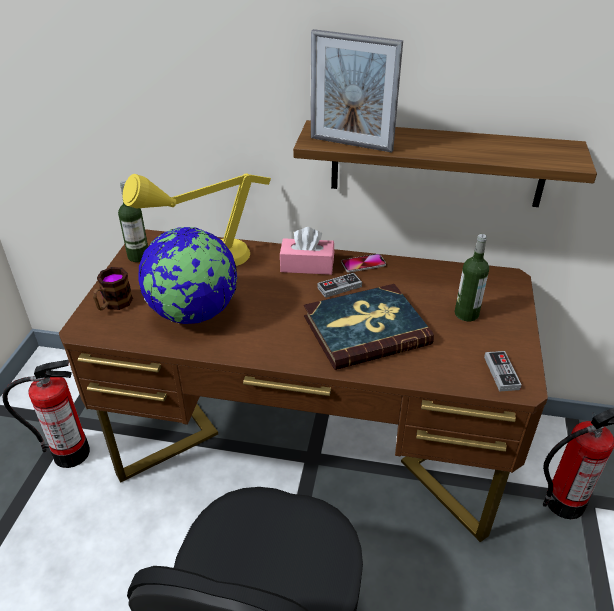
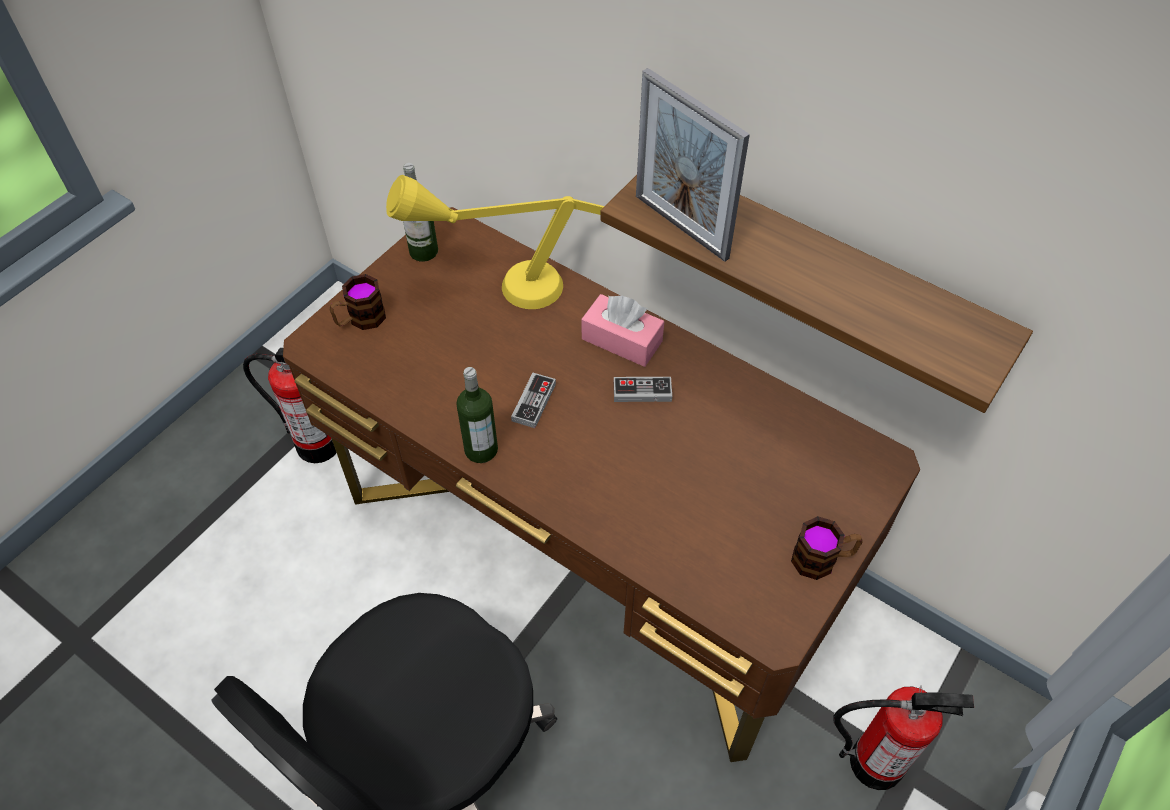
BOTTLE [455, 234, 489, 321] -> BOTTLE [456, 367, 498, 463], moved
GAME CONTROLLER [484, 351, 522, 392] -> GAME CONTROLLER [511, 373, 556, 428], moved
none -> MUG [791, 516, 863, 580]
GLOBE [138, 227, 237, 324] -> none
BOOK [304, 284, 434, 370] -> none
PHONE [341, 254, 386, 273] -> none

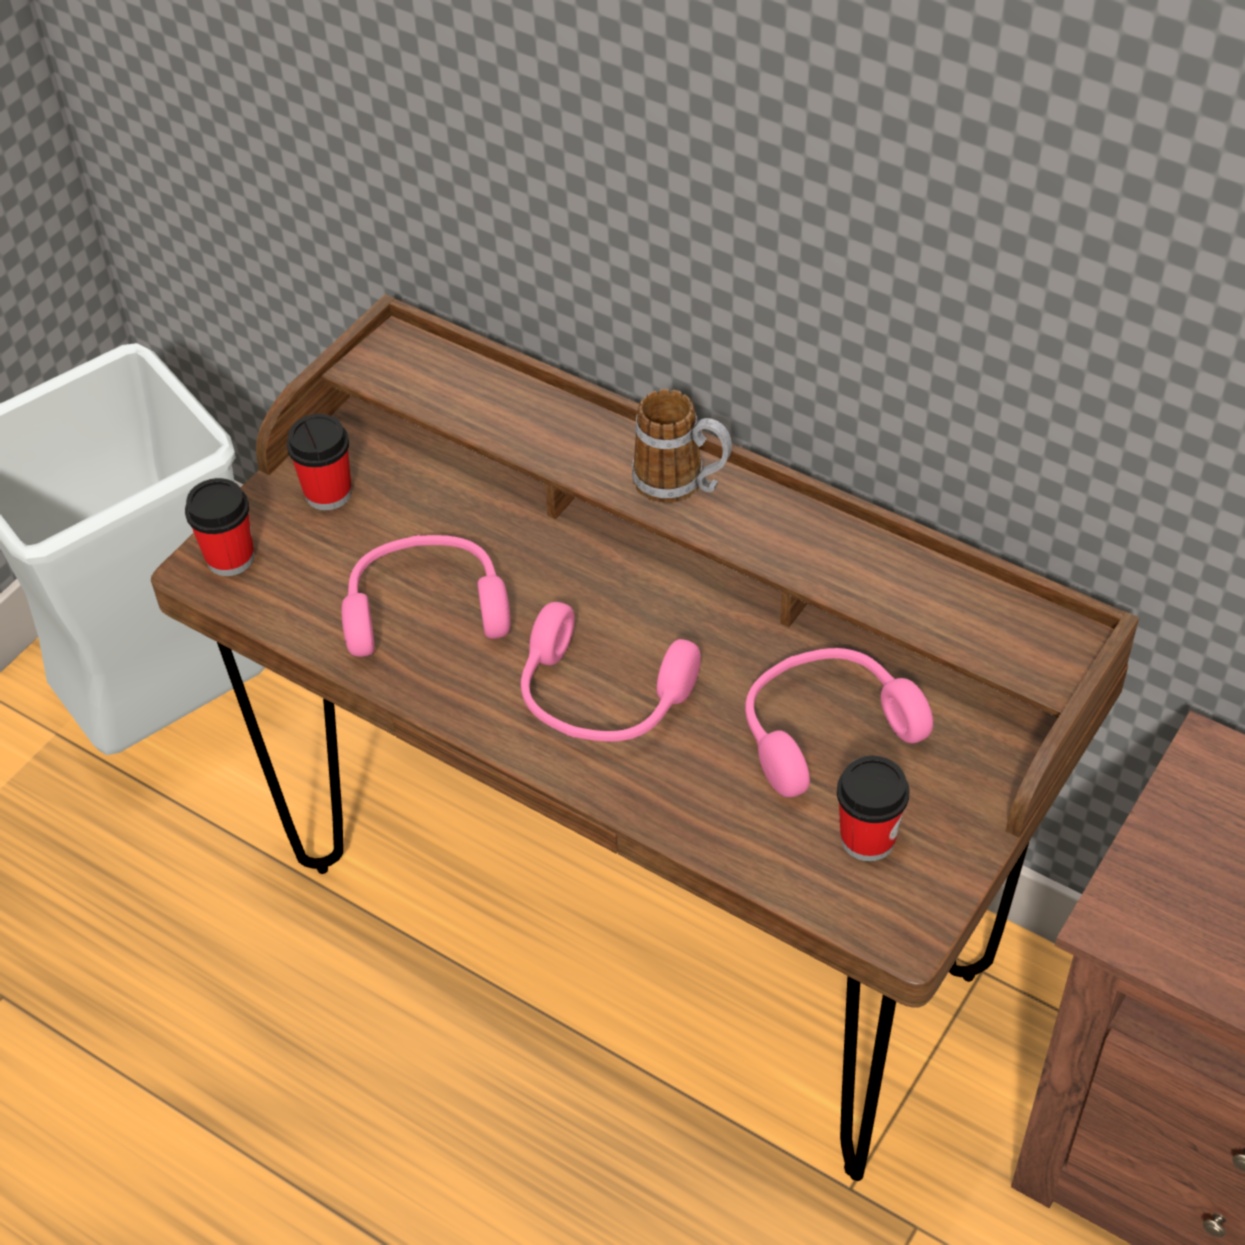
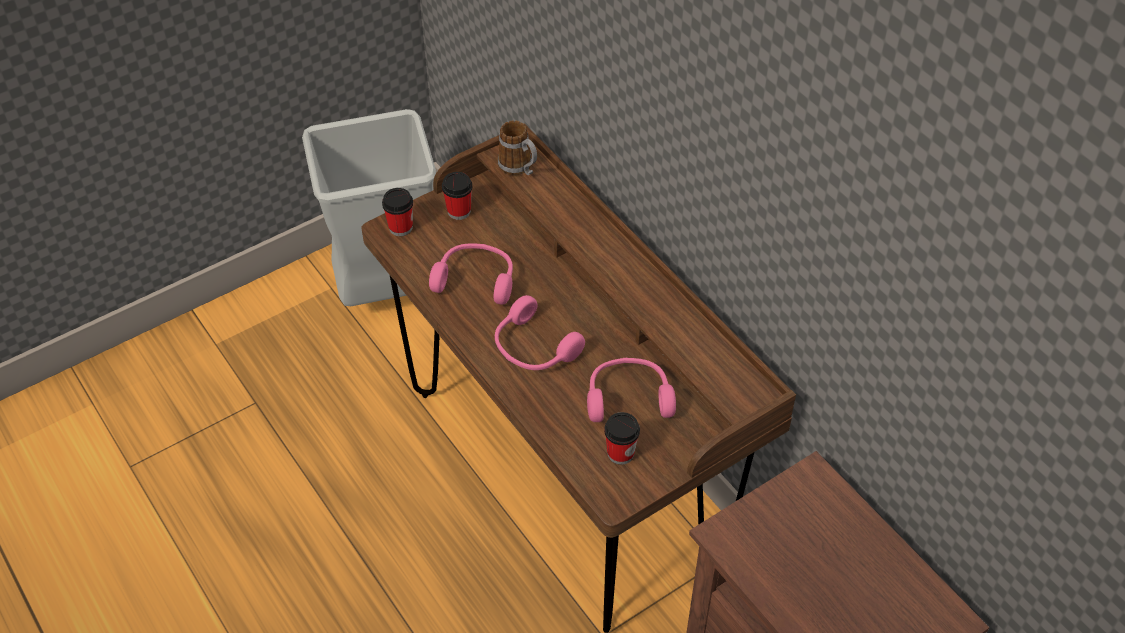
MUG [632, 389, 732, 503] -> MUG [498, 120, 537, 175], moved

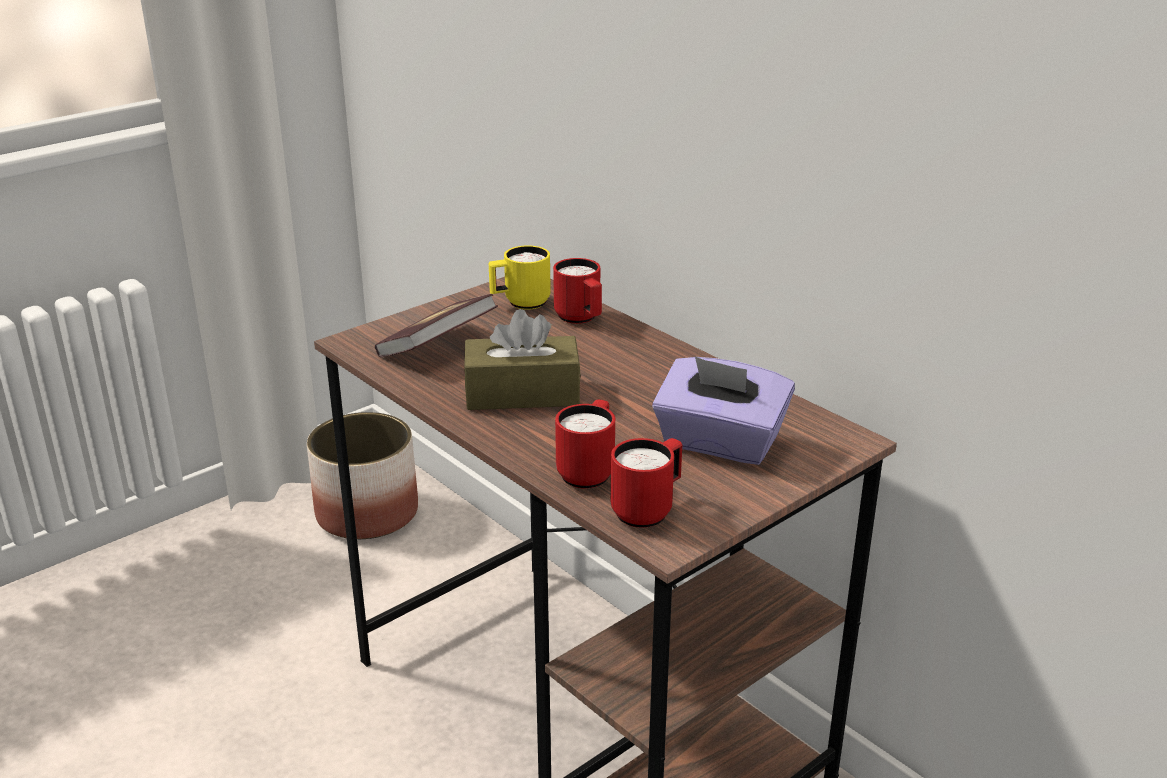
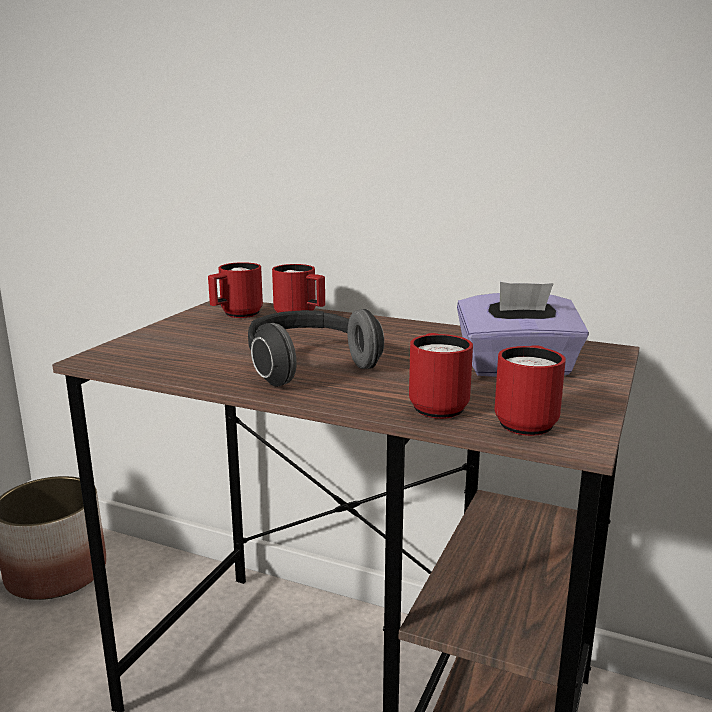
YELLOW MUG [489, 245, 551, 310] -> RED MUG [208, 262, 263, 318]
BROWN TISSUE BOX [464, 309, 581, 410] -> HEADPHONES [248, 309, 384, 387]
BOOK [375, 294, 498, 357] -> none

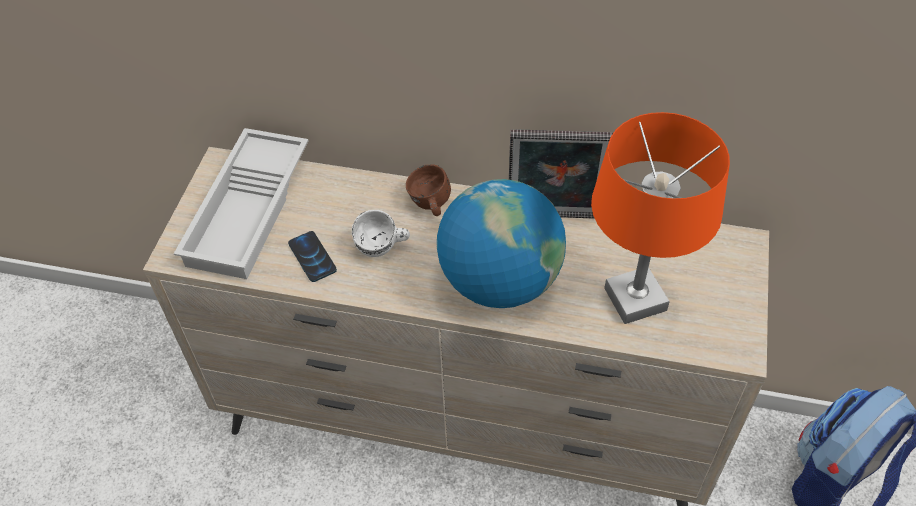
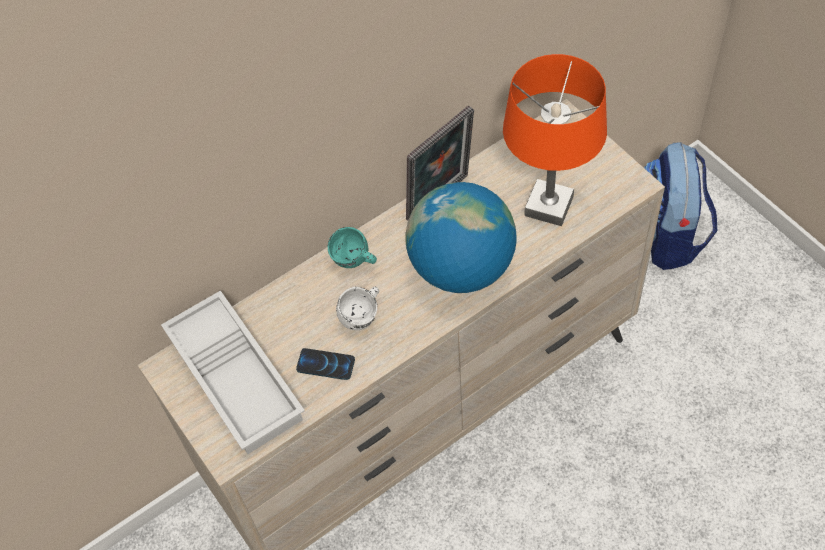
BROWN MUG [406, 165, 451, 216] -> TURQUOISE MUG [328, 227, 377, 268]

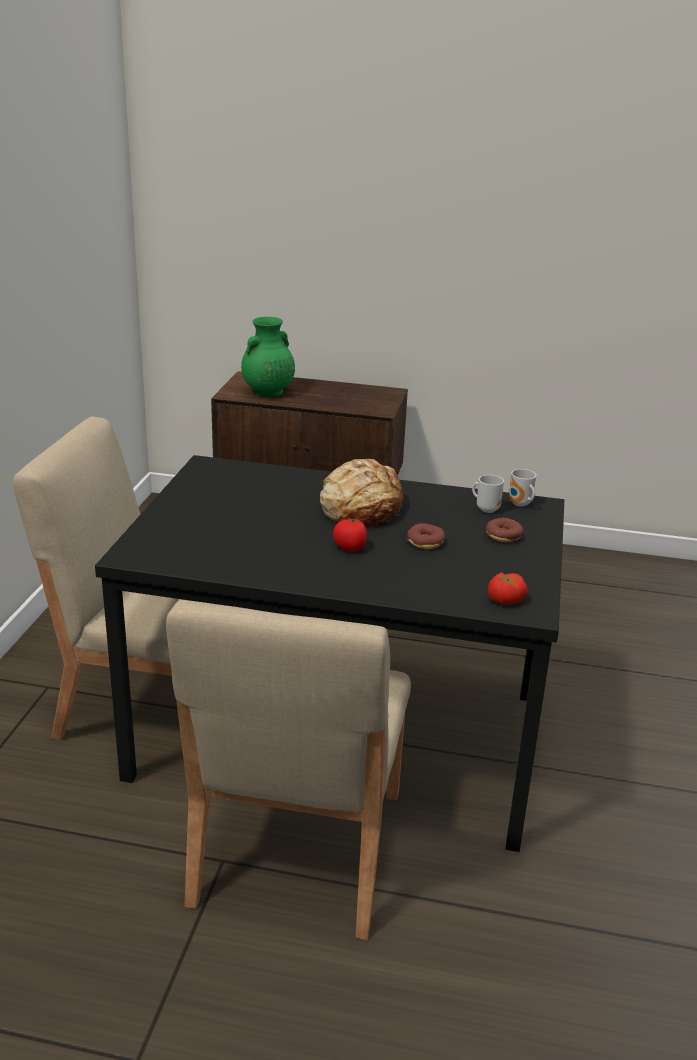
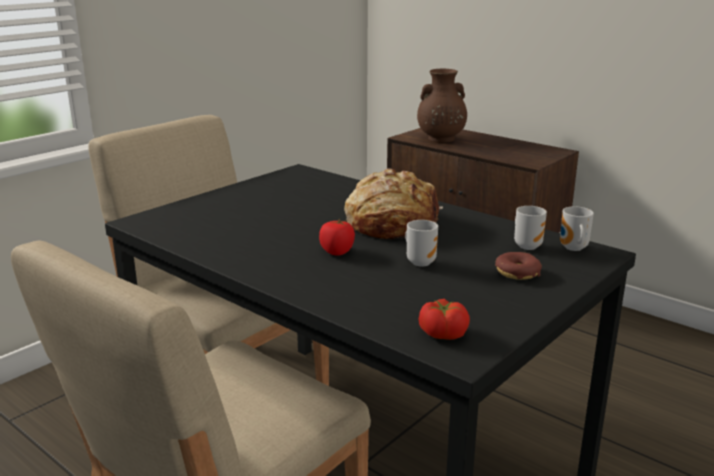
DONUT [406, 523, 445, 549] -> MUG [405, 220, 438, 267]
GREEN VASE [241, 317, 295, 397] -> BROWN VASE [417, 69, 467, 143]

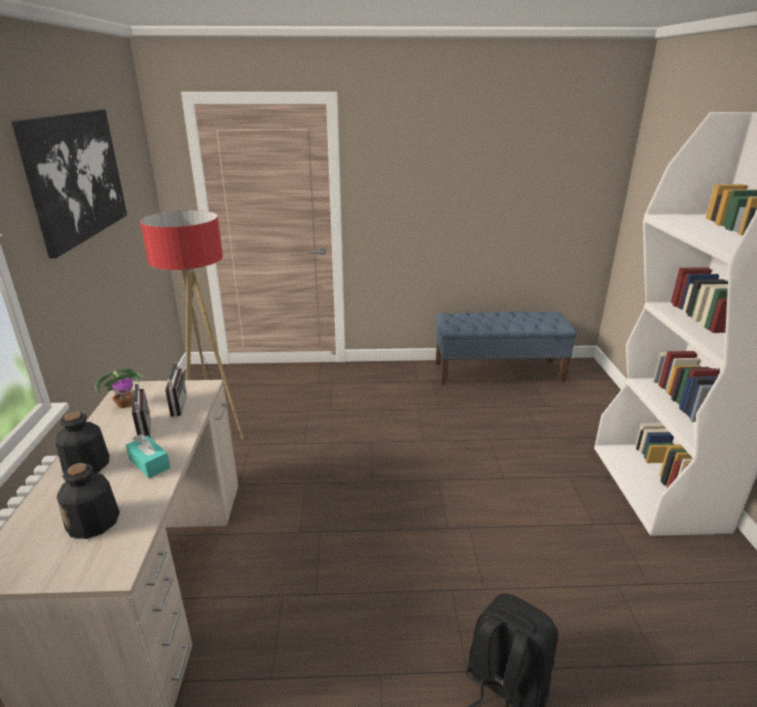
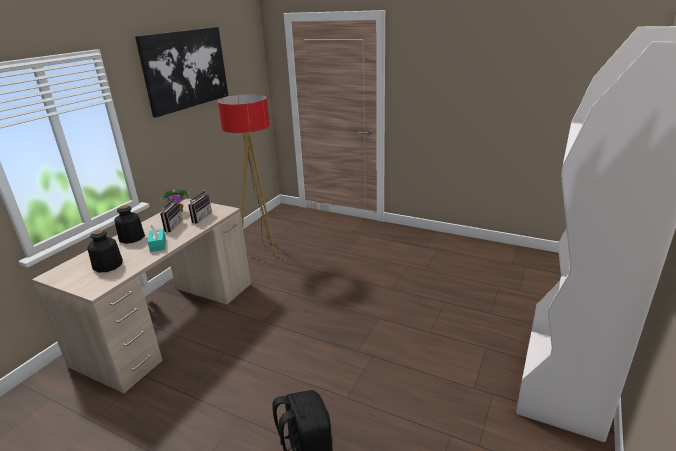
BLUE BENCH [436, 311, 577, 385] -> none

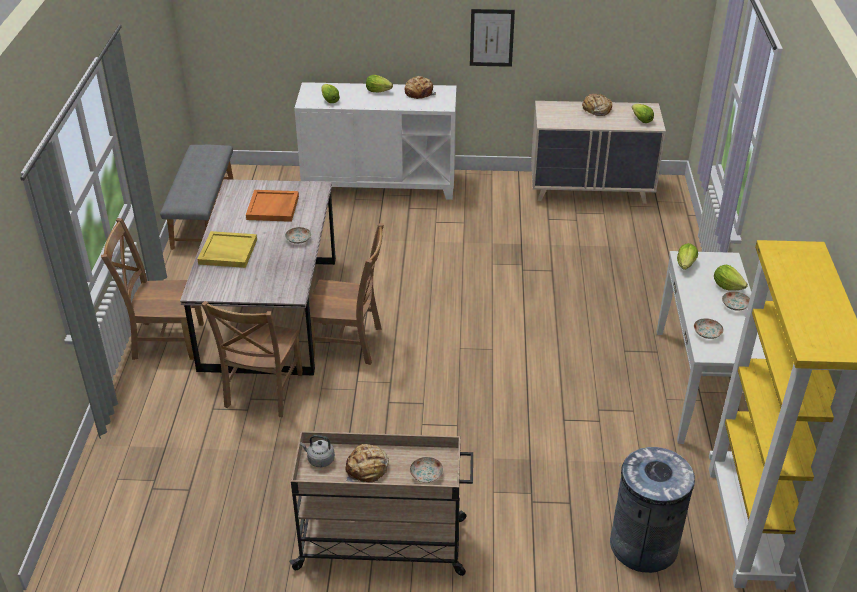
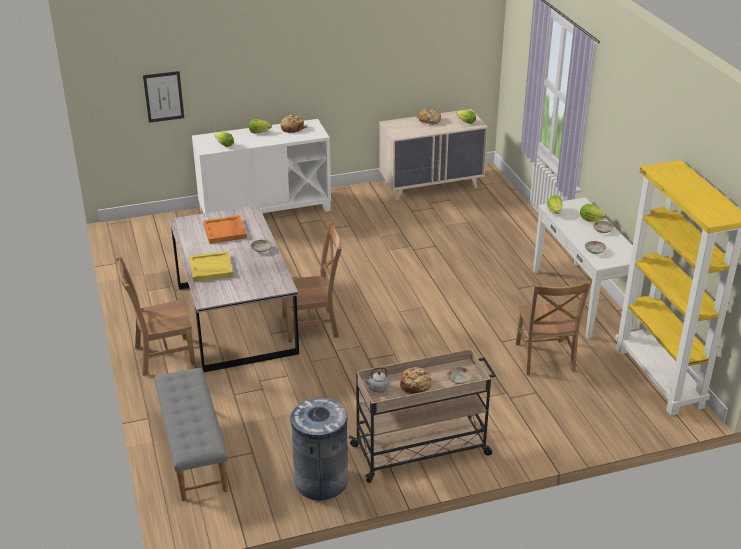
PICTURE [470, 9, 515, 67] -> PICTURE [143, 71, 184, 123], moved
GREY BENCH [160, 145, 234, 250] -> GREY BENCH [154, 368, 228, 501], moved
GREY TRASH CAN [610, 447, 695, 573] -> GREY TRASH CAN [290, 398, 348, 500], moved
BROWN CHAIR [201, 301, 303, 417] -> BROWN CHAIR [516, 281, 591, 375], moved

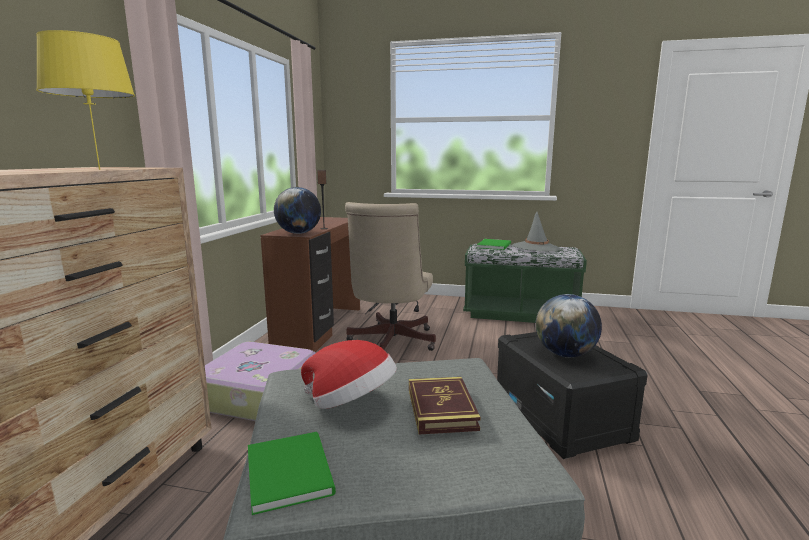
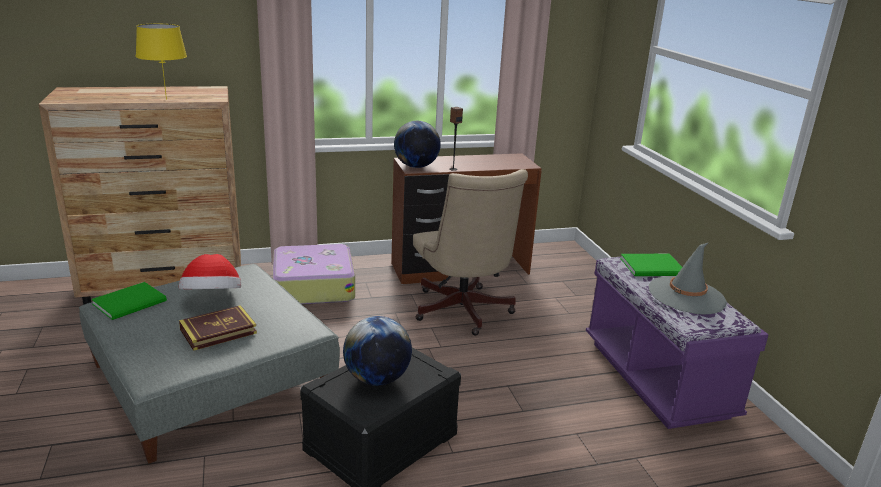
BEIGE OFFICE CHAIR [345, 202, 436, 351] -> BEIGE OFFICE CHAIR [413, 169, 528, 336], 90 degrees counterclockwise
GREEN BENCH [463, 244, 587, 323] -> PURPLE BENCH [586, 257, 769, 429]

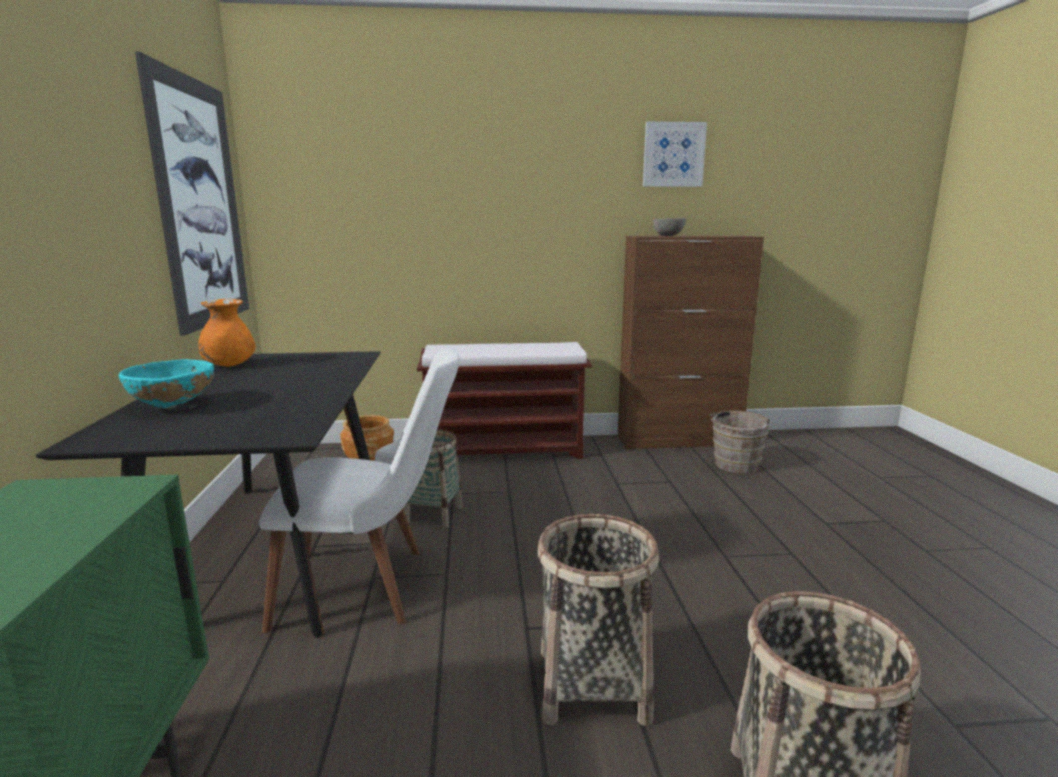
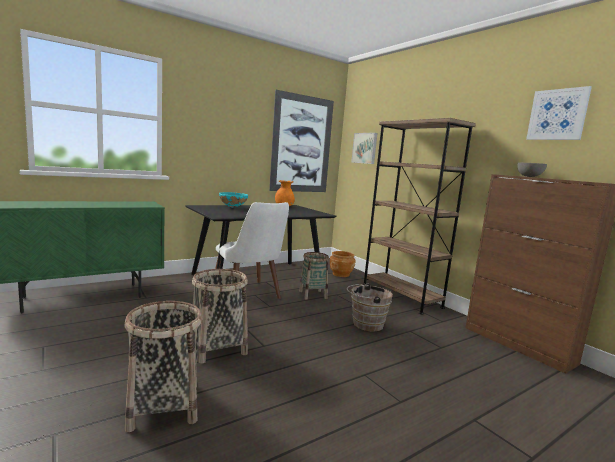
BROWN BUCKET [709, 411, 772, 473] -> BROWN BUCKET [347, 283, 393, 332], moved
none -> PICTURE [351, 133, 378, 164]
BROWN BENCH [417, 342, 592, 459] -> BROWN BOOKCASE [364, 118, 476, 315]

